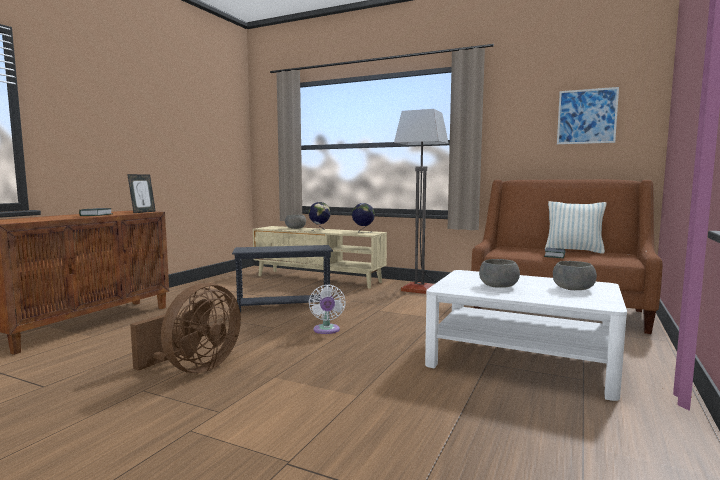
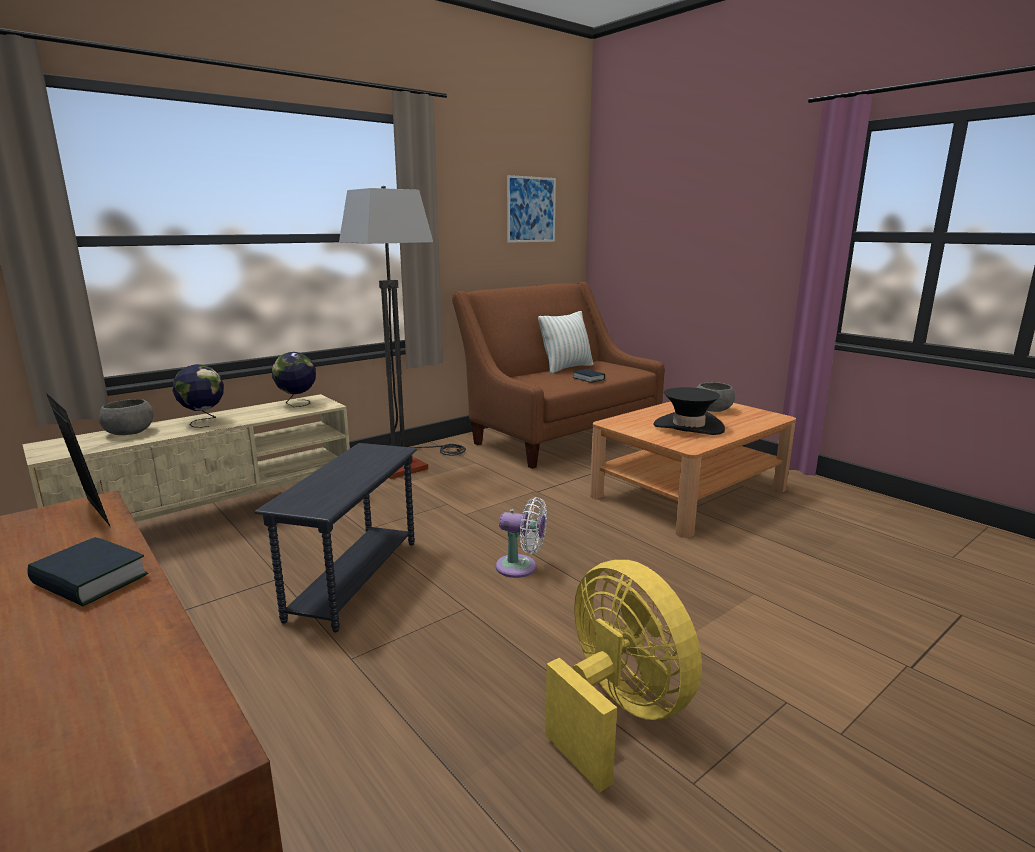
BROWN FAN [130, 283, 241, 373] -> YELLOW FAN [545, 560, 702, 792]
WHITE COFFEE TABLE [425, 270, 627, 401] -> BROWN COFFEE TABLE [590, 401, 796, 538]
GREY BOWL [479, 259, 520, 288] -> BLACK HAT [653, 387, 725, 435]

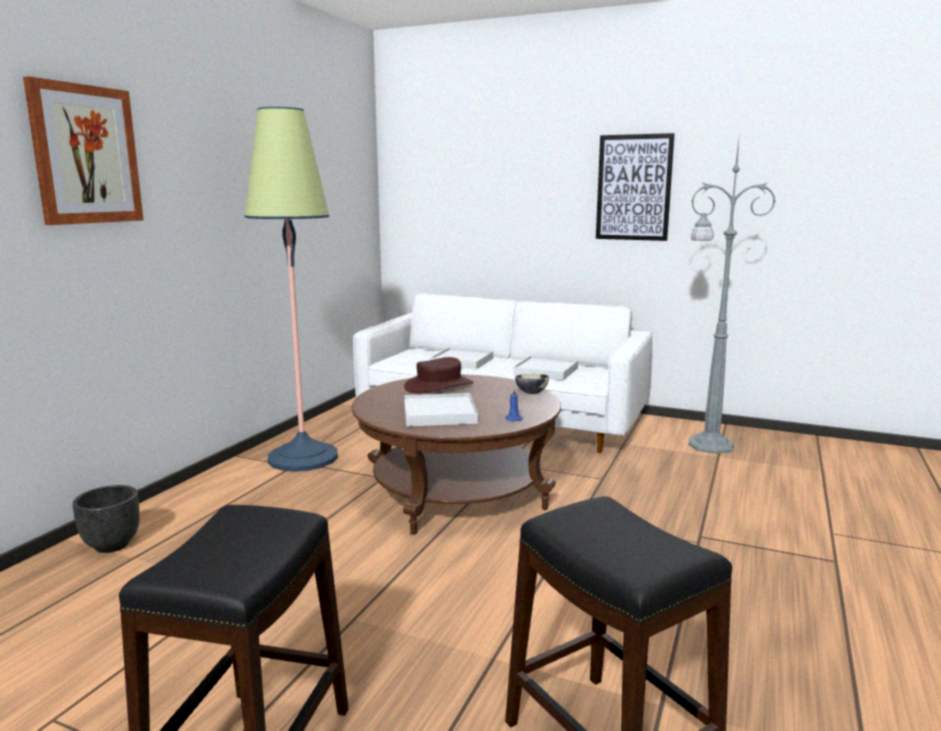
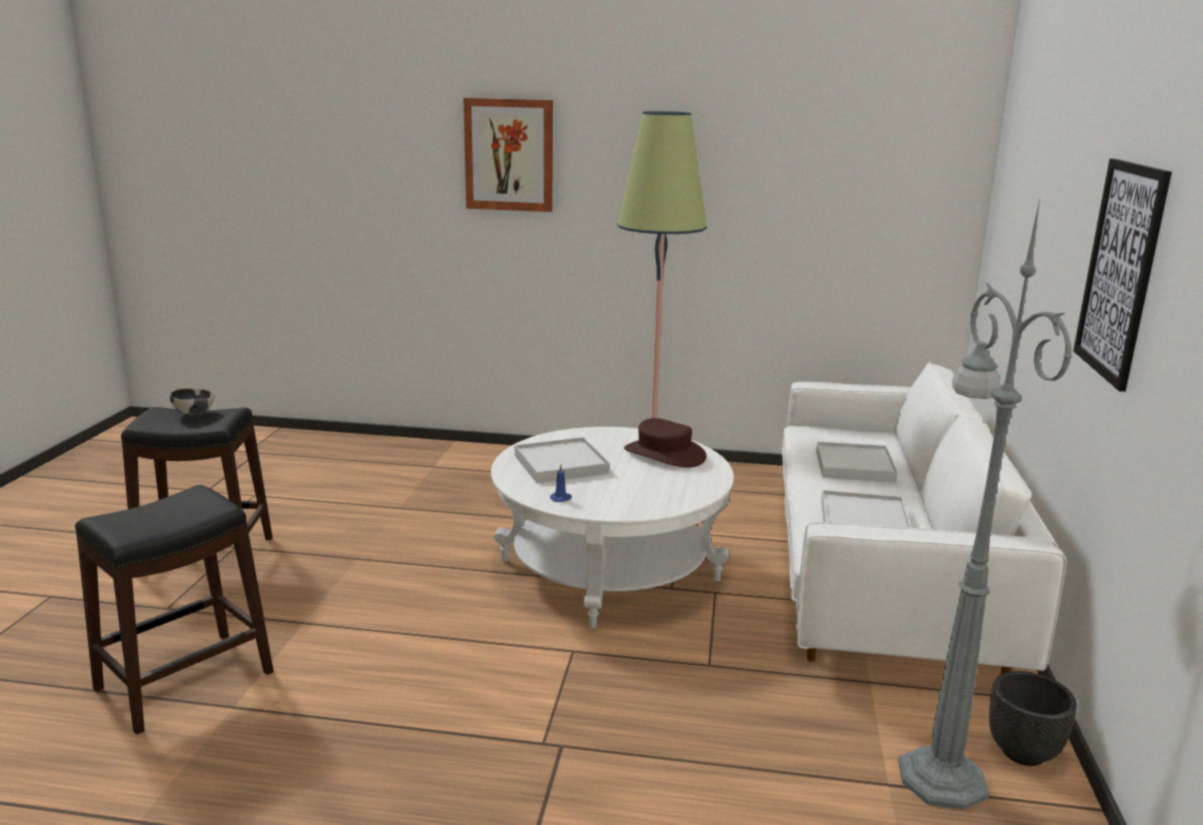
BOWL [515, 374, 549, 394] -> BOWL [170, 388, 215, 416], moved
BROWN COFFEE TABLE [352, 375, 561, 535] -> WHITE COFFEE TABLE [491, 427, 734, 629]
BLACK PLANTER [72, 485, 139, 553] -> BLACK PLANTER [989, 671, 1077, 766], moved

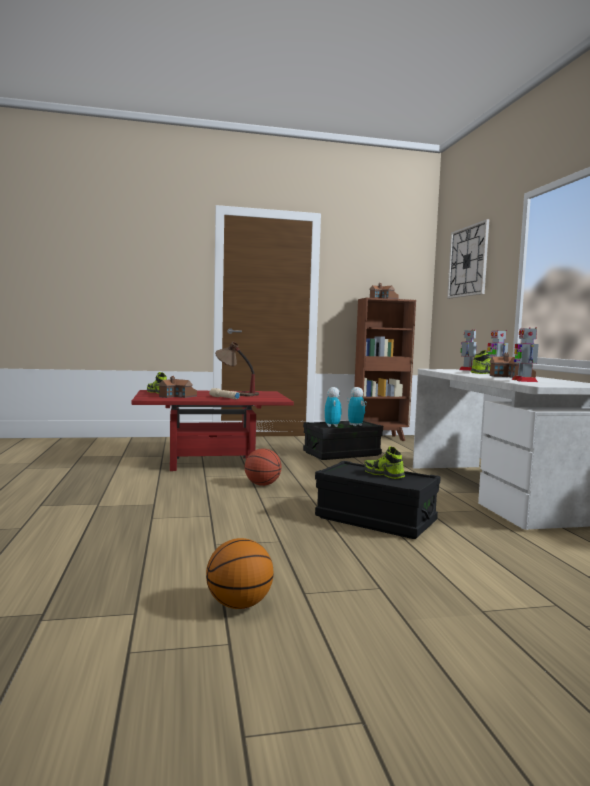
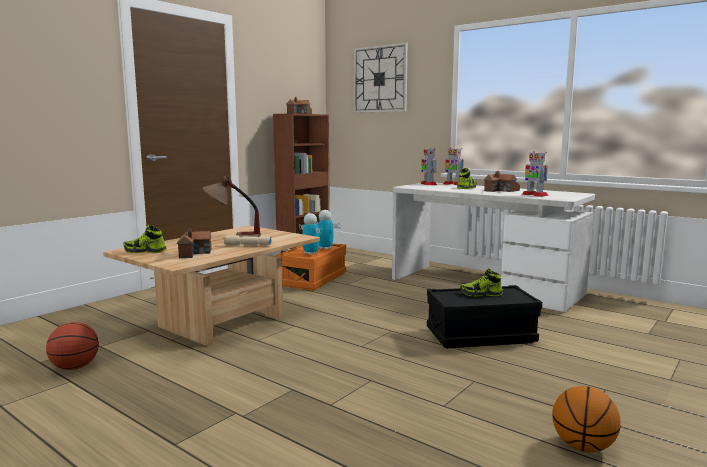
BASKETBALL [245, 448, 282, 486] -> BASKETBALL [46, 322, 99, 370], moved
RED COFFEE TABLE [131, 390, 294, 471] -> BEIGE COFFEE TABLE [103, 226, 320, 346]
BLACK STORAGE BOX [303, 420, 383, 460] -> ORANGE STORAGE BOX [276, 244, 346, 290]

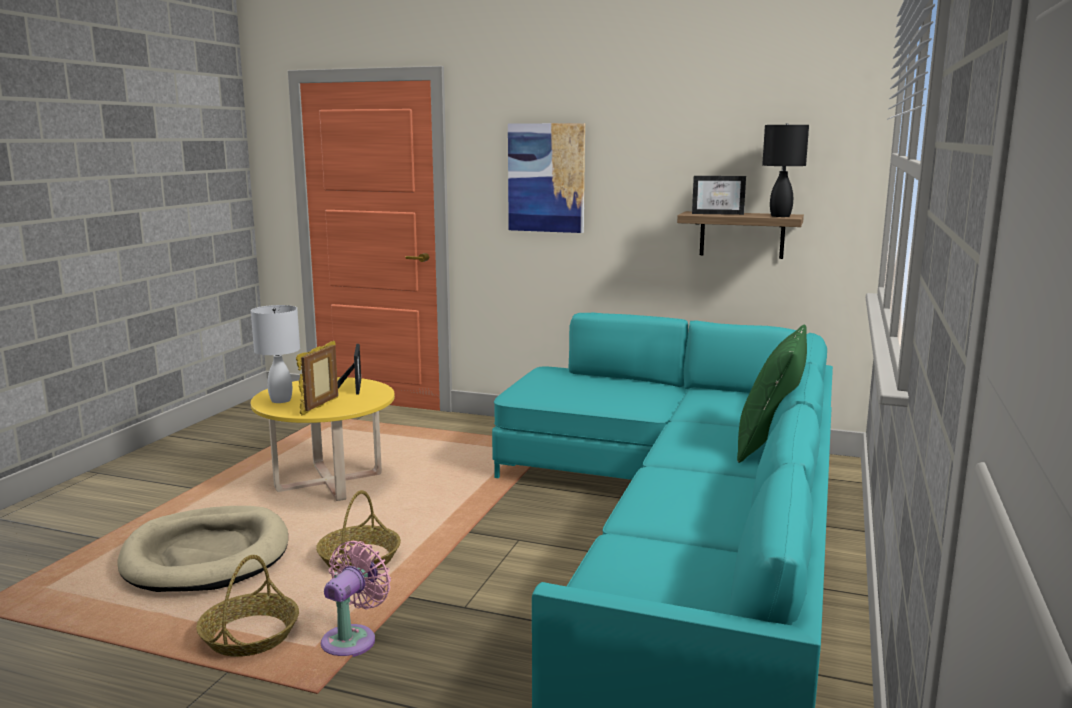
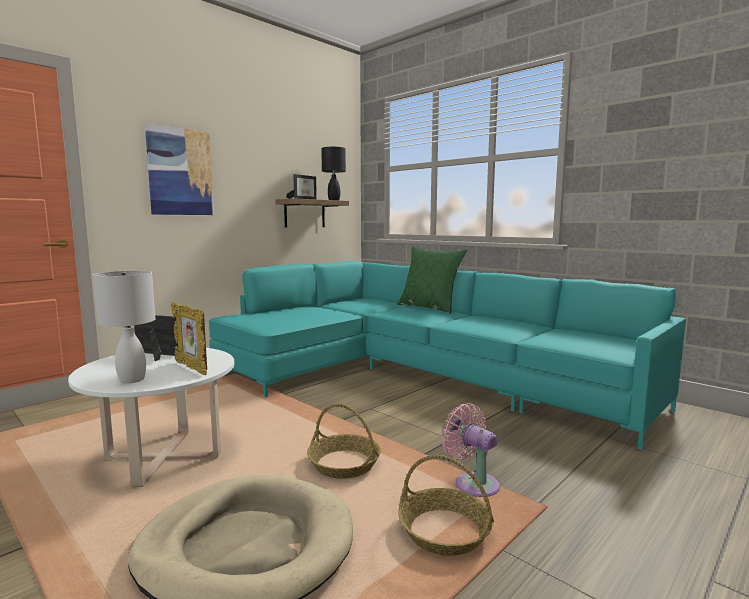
YELLOW COFFEE TABLE [251, 377, 395, 501] -> WHITE COFFEE TABLE [68, 348, 234, 487]

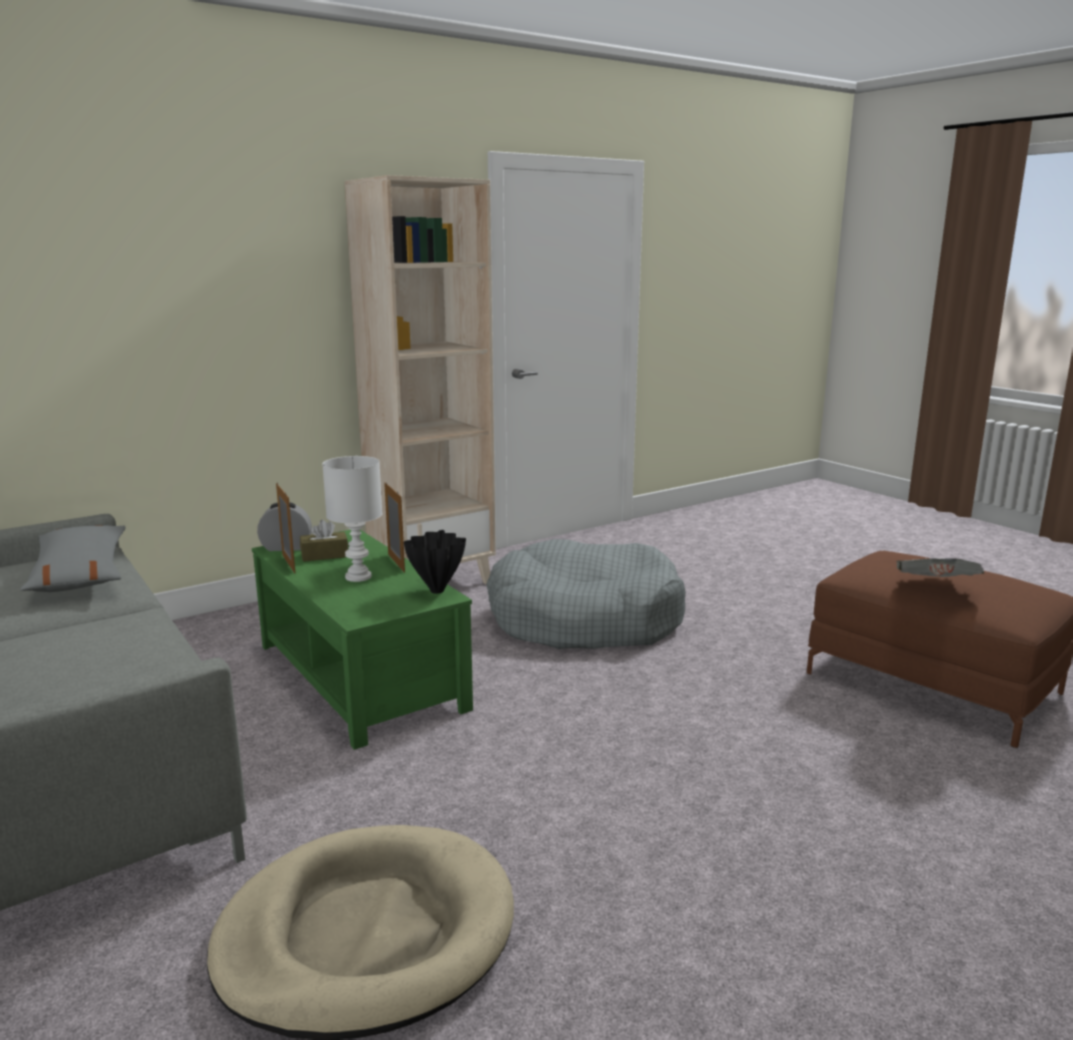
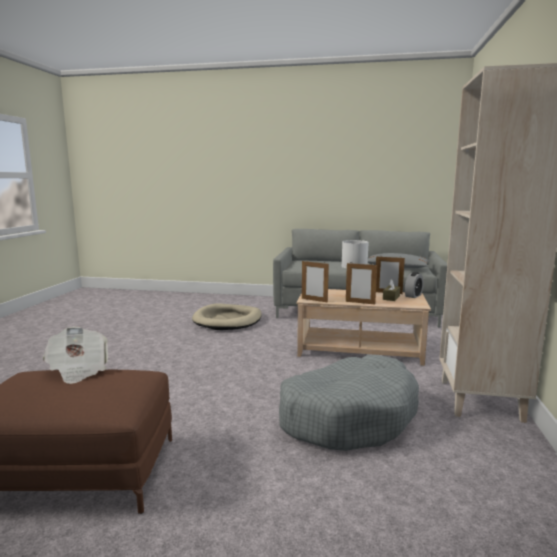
GREEN COFFEE TABLE [252, 530, 473, 750] -> BEIGE COFFEE TABLE [297, 289, 431, 366]
BLACK VASE [404, 530, 466, 594] -> PICTURE FRAME [302, 260, 329, 303]

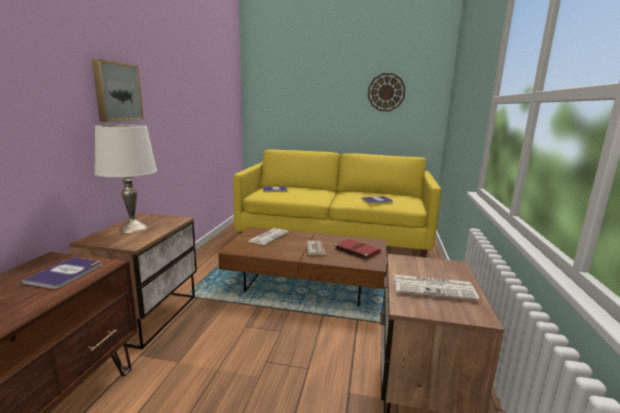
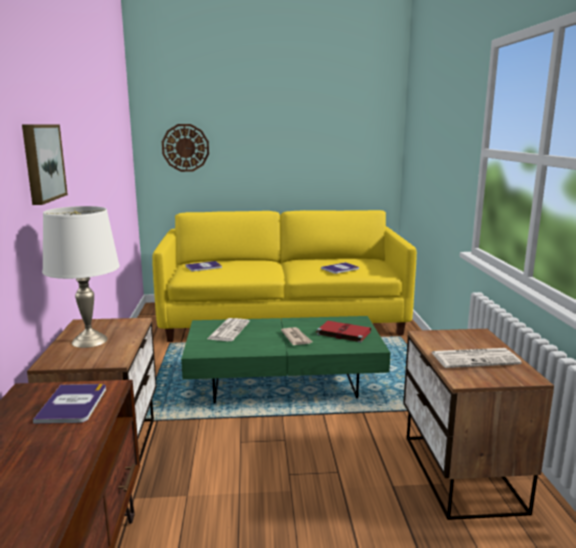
WALL CLOCK [368, 73, 406, 111] -> WALL CLOCK [162, 124, 209, 172], moved
BROWN COFFEE TABLE [218, 227, 387, 307] -> GREEN COFFEE TABLE [181, 316, 390, 403]

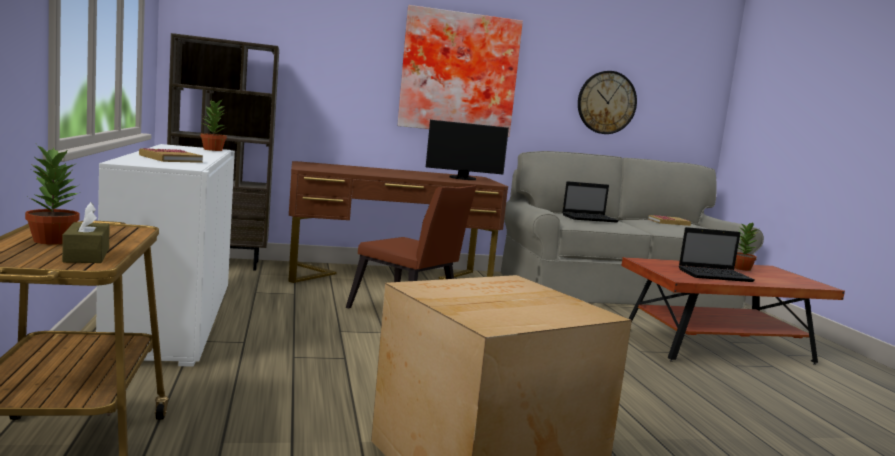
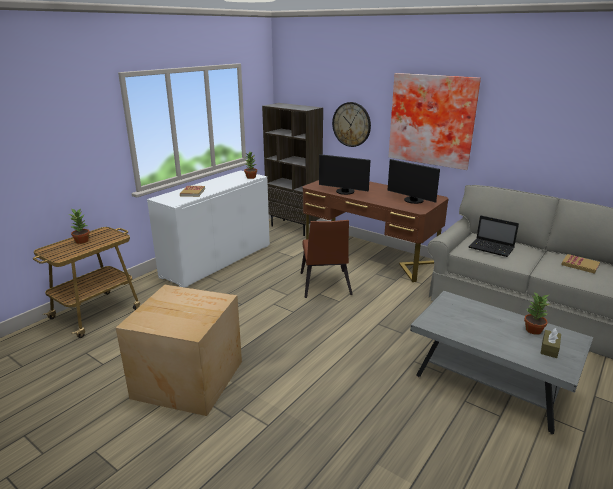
none -> MONITOR [319, 154, 371, 195]
WALL CLOCK [578, 71, 637, 134] -> WALL CLOCK [332, 102, 371, 147], moved
BROWN COFFEE TABLE [621, 257, 845, 365] -> GREY COFFEE TABLE [410, 291, 593, 434]
BROWN TISSUE BOX [62, 202, 110, 263] -> BROWN TISSUE BOX [540, 328, 561, 358], moved
LAPTOP [679, 227, 755, 282] -> none

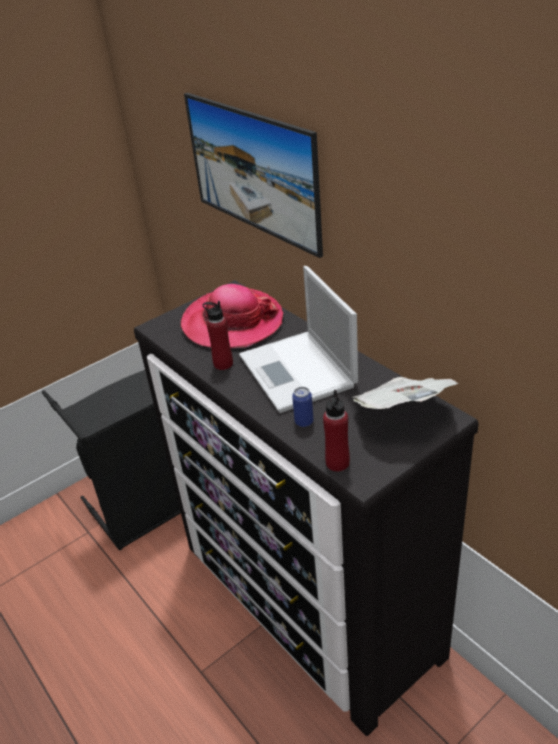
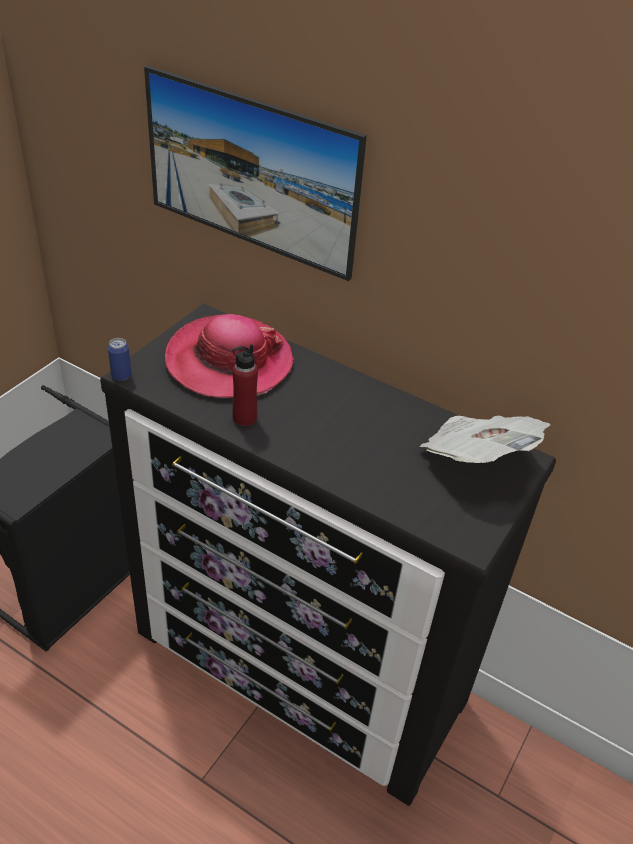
CAN [292, 387, 313, 427] -> CAN [108, 338, 131, 381], moved
LAPTOP [239, 266, 358, 413] -> none
RED BOTTLE [323, 390, 350, 472] -> none

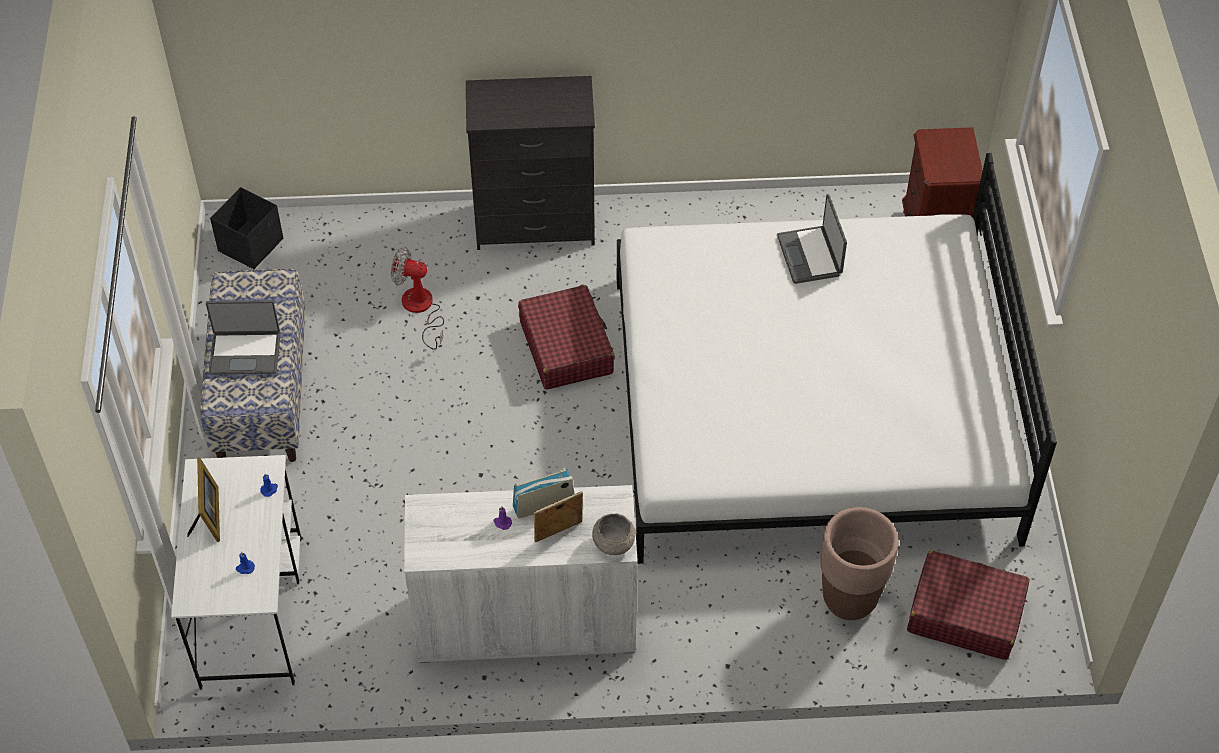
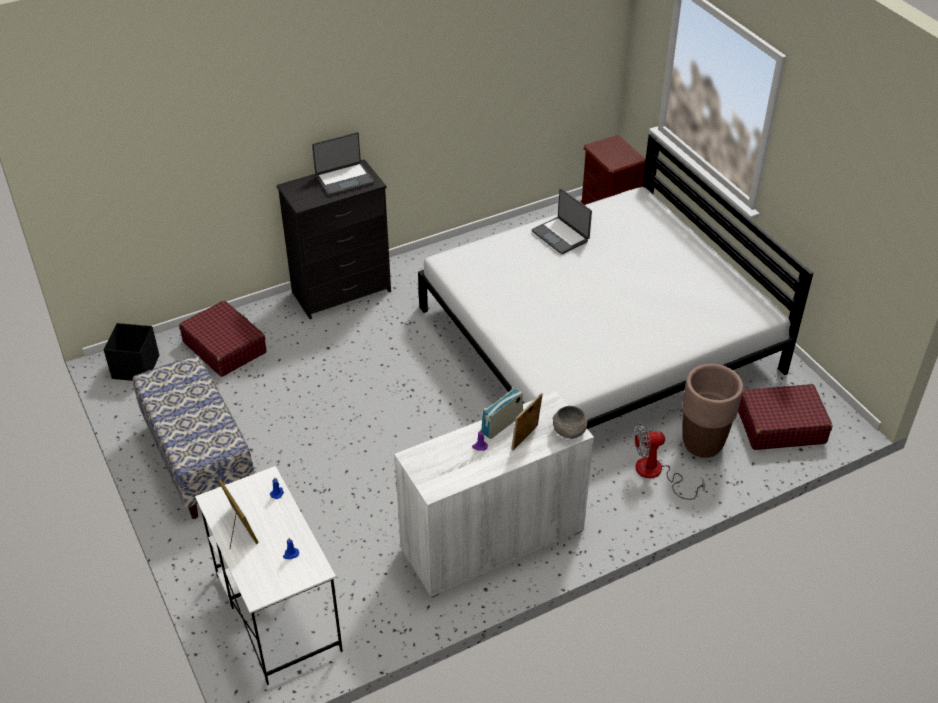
RED SUITCASE [518, 285, 615, 390] -> RED SUITCASE [179, 301, 266, 377], moved
LAPTOP [206, 300, 280, 375] -> LAPTOP [312, 132, 374, 196], moved
FAN [391, 247, 444, 350] -> FAN [634, 424, 705, 500], moved

